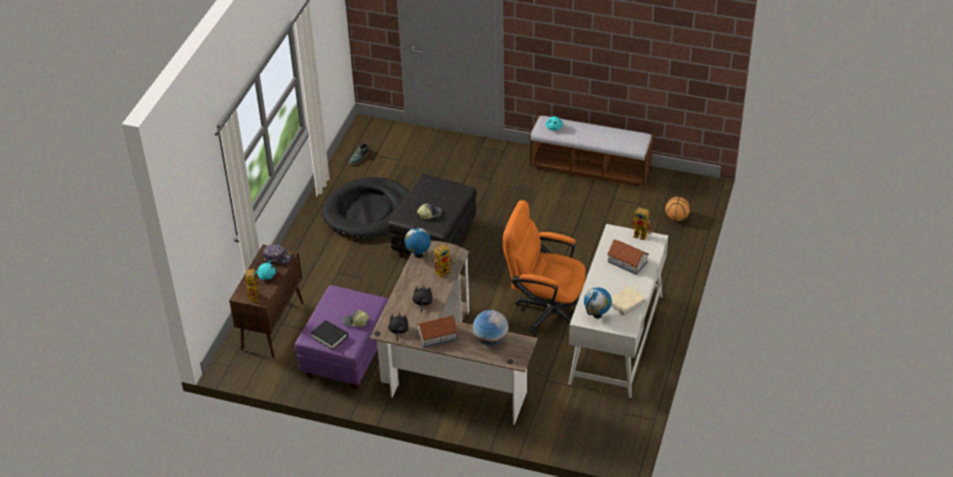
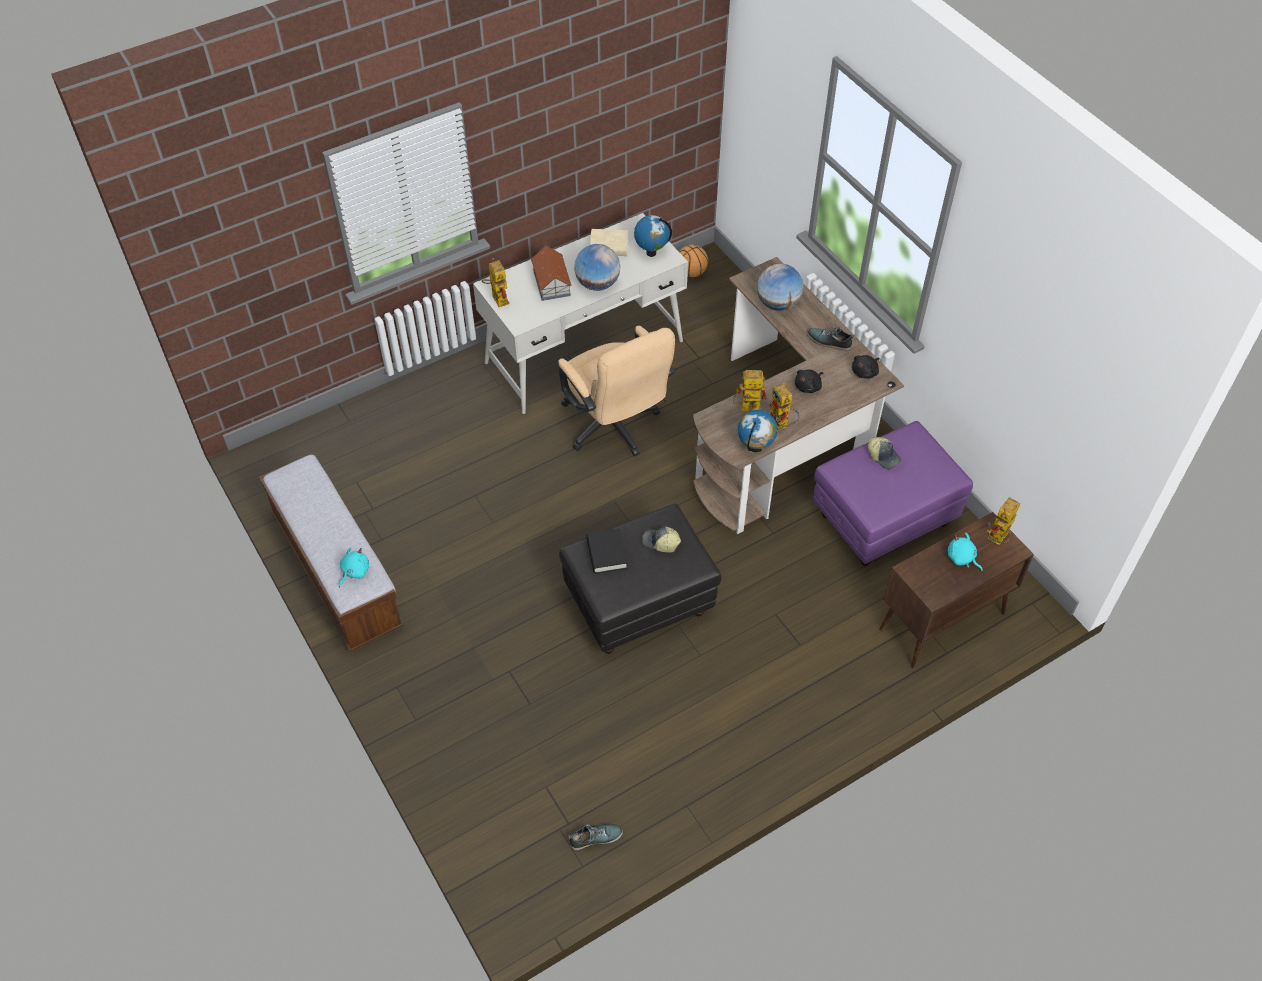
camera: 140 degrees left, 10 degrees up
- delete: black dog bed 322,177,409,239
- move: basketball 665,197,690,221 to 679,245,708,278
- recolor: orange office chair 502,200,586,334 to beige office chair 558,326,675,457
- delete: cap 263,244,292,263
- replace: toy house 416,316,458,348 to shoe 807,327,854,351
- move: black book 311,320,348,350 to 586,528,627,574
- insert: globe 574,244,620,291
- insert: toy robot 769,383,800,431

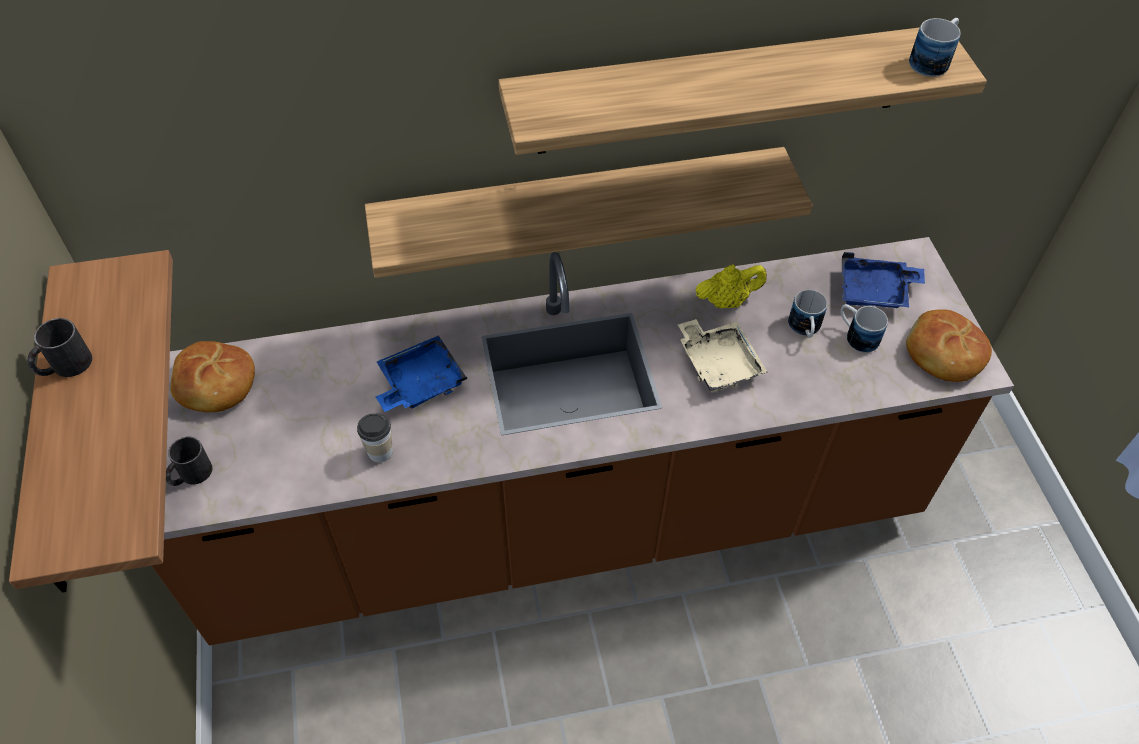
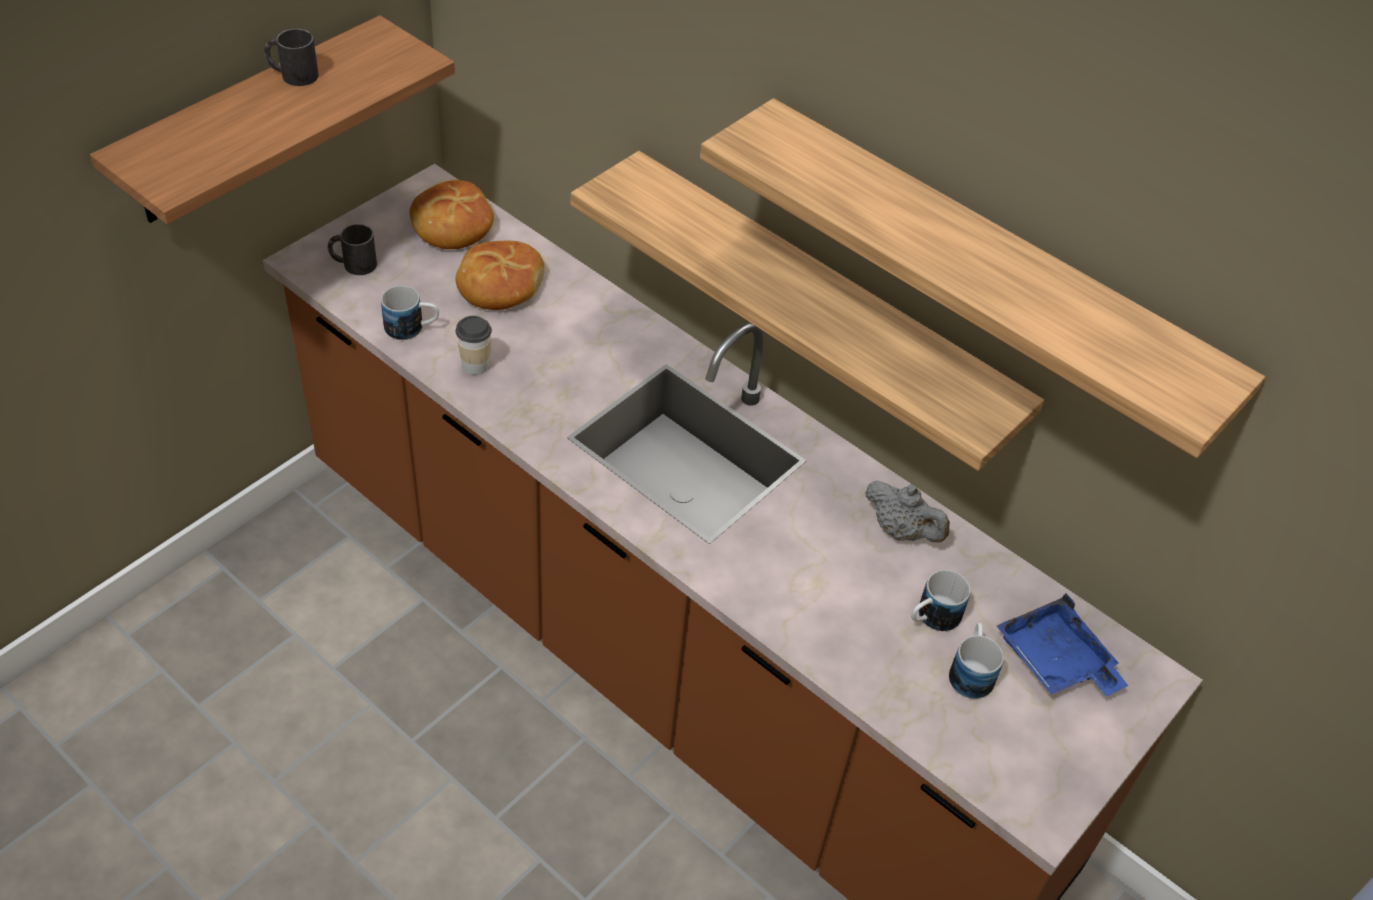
camera: 50 degrees right, 5 degrees down
- move: mug 909,18,961,77 to 381,286,439,340
- recolor: yellow teapot 695,264,767,308 to grey teapot 865,481,950,542
- move: bread 906,309,992,382 to 455,240,544,310
- delete: beige tray 678,319,768,393
- delete: blue tray 375,335,467,412

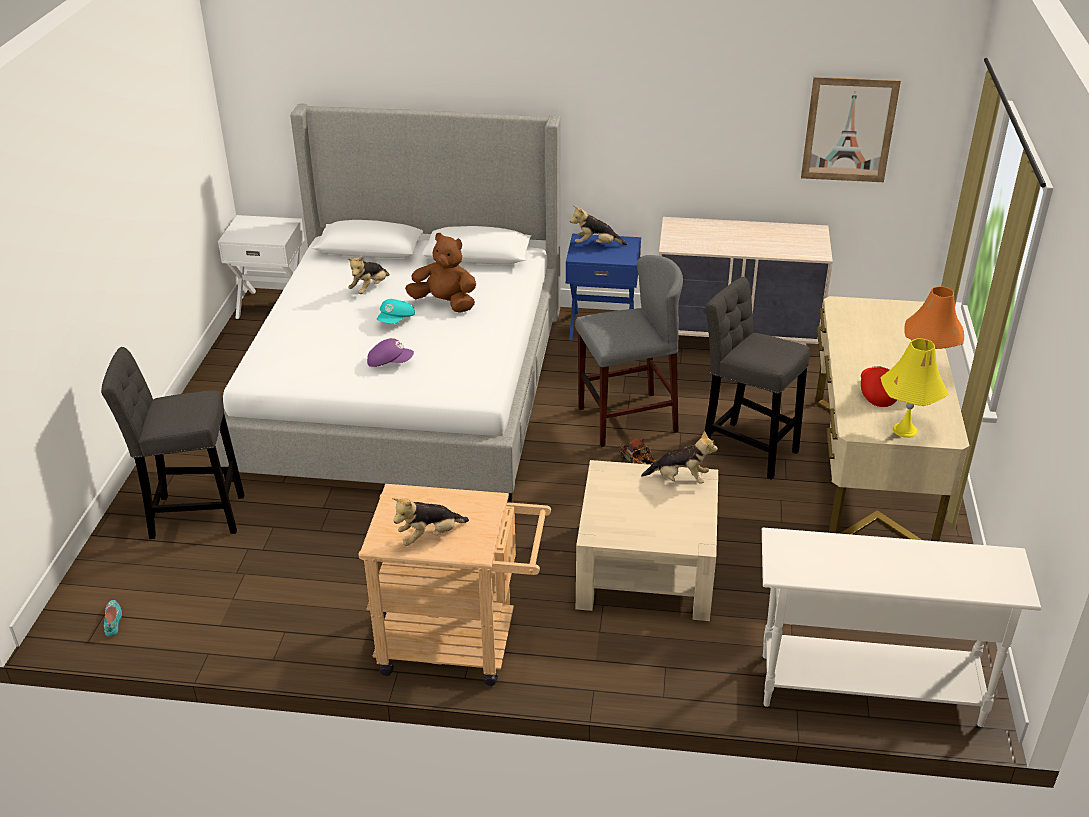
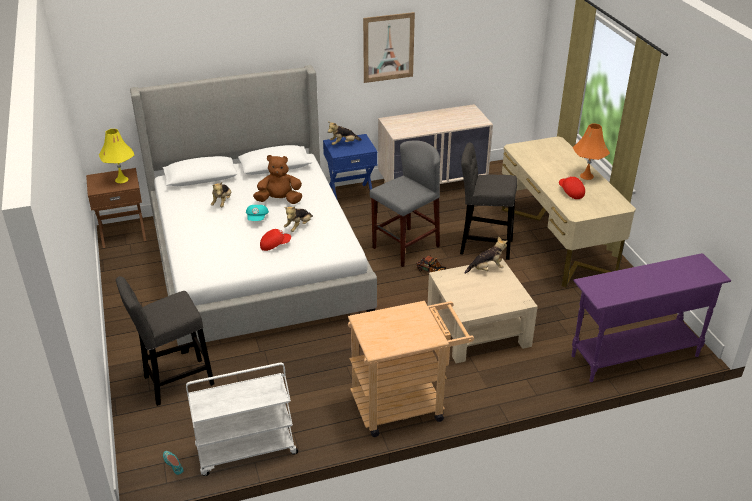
camera: 25 degrees left, 0 degrees up
- move: picture 801,77,901,182 to 363,12,415,83
- recolor: white nightstand 218,215,305,319 to brown nightstand 86,168,146,248
- recolor: purple cap 367,338,414,367 to red cap 260,229,291,251
- move: yellow table lamp 880,338,949,438 to 99,129,134,183
- move: plush toy 392,498,469,546 to 284,206,313,232
- recolor: white console table 762,528,1041,727 to purple console table 572,253,731,382
- insert: white cart 186,363,298,476

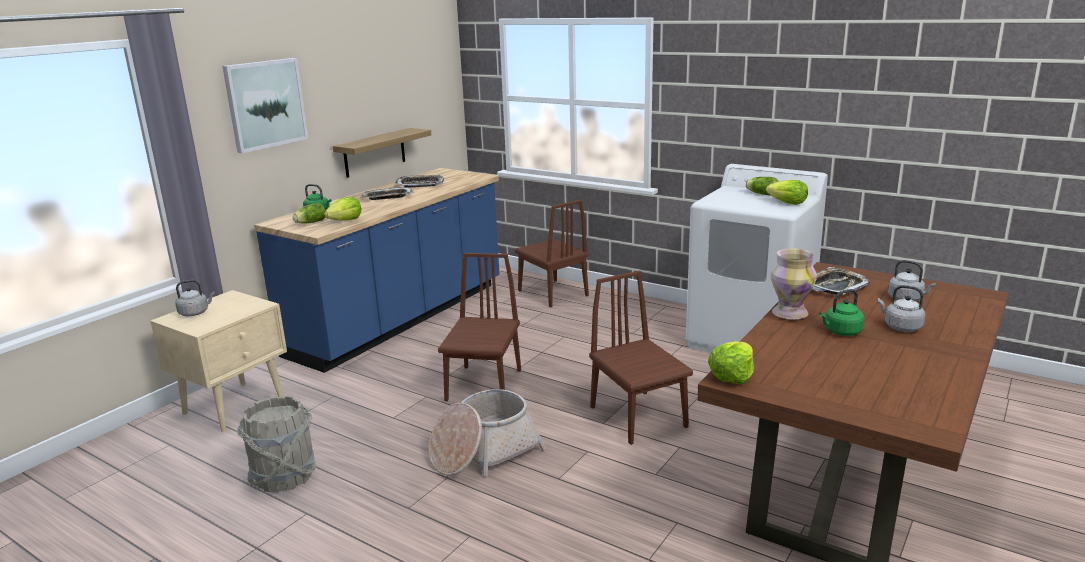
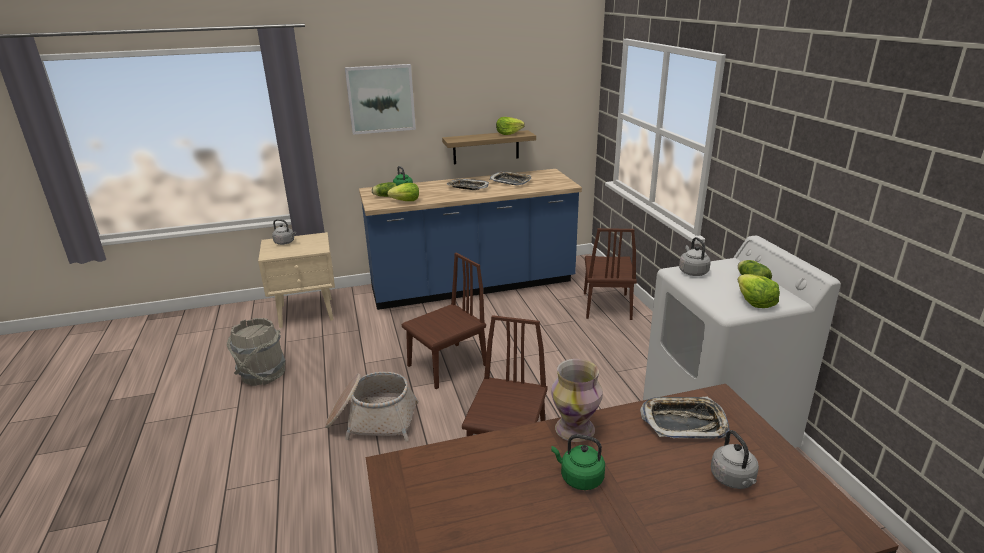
camera: 40 degrees right, 5 degrees up
- move: grey kettle 878,285,925,332 to 679,237,711,276
- move: lettuce 708,341,754,384 to 496,117,525,135

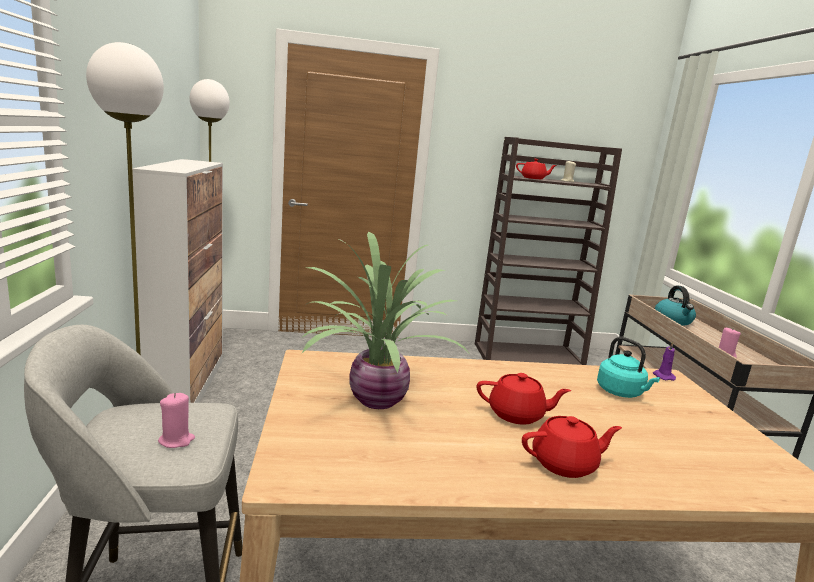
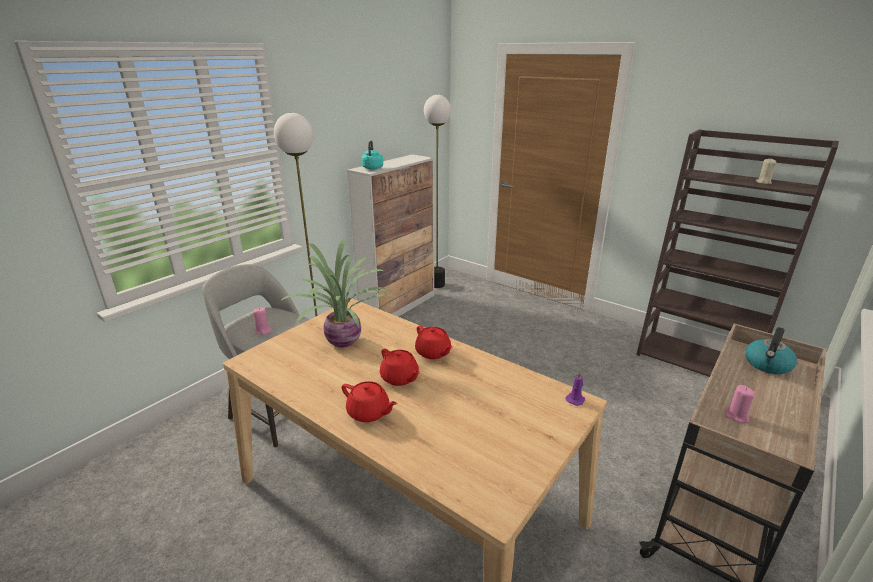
camera: 45 degrees right, 10 degrees up
- move: red teapot 516,159,557,179 to 415,326,453,359
- move: turquoise kettle 597,337,660,398 to 362,141,383,170

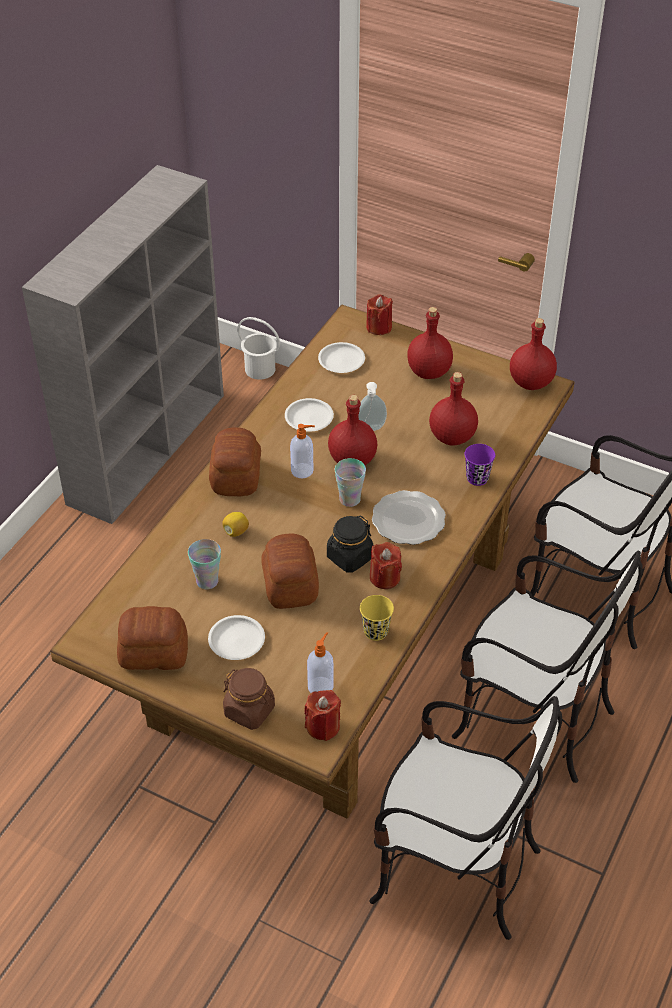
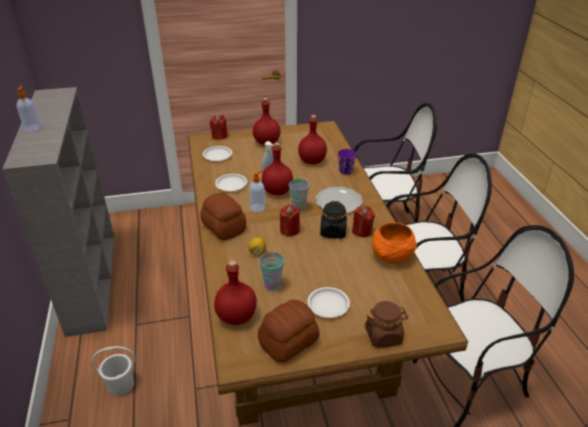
camera: 40 degrees left, 10 degrees down
- move: white bucket 237,317,280,380 to 91,346,135,396
- move: red bottle 510,318,557,390 to 214,260,257,325
- delete: bread 261,533,319,609
- replace: yellow cup 360,595,394,641 to orange bowl 372,222,417,264
- move: soap dispenser 307,632,333,693 to 16,85,40,132
- move: red candle 304,690,341,741 to 280,205,300,236

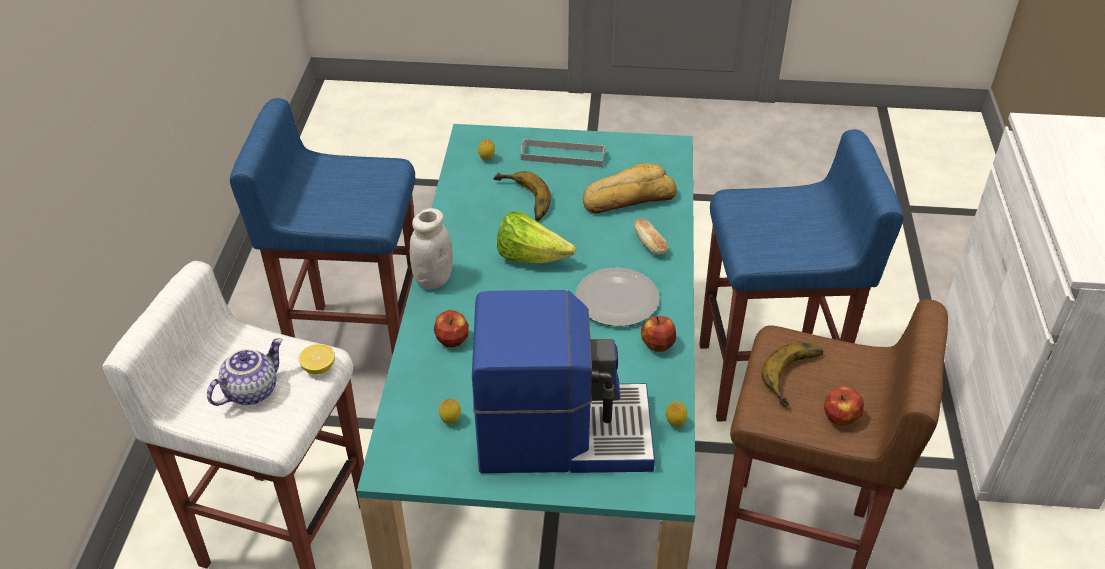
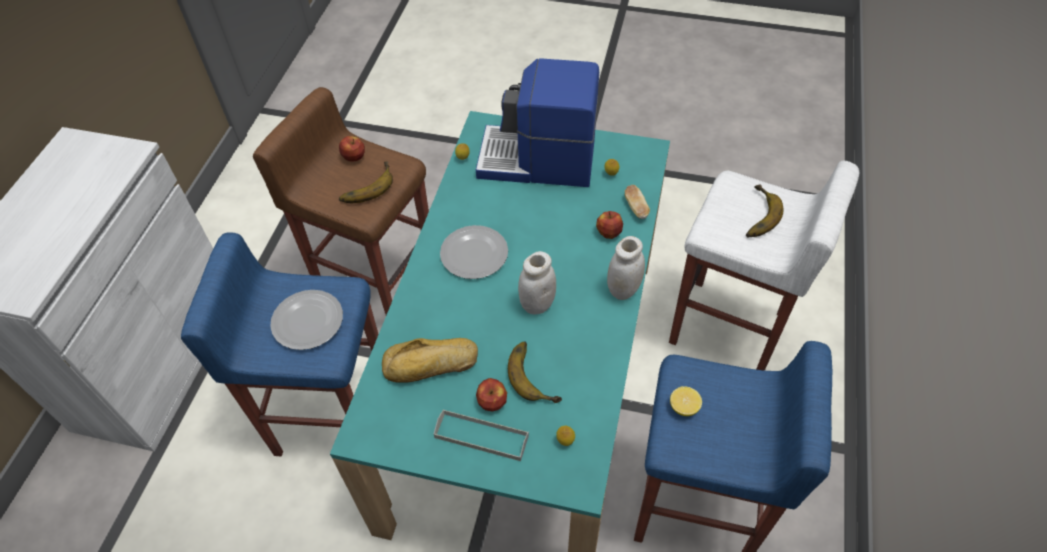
camera: 170 degrees left, 10 degrees up
- replace: lettuce 497,211,576,263 to white jar 518,251,556,315
- move: bread 634,218,668,255 to 625,185,650,219
- move: apple 641,316,676,352 to 476,378,507,412
- replace: teapot 207,338,283,406 to banana 746,185,784,237
- move: lemon 298,344,335,374 to 670,386,702,416
- insert: plate 270,290,343,350

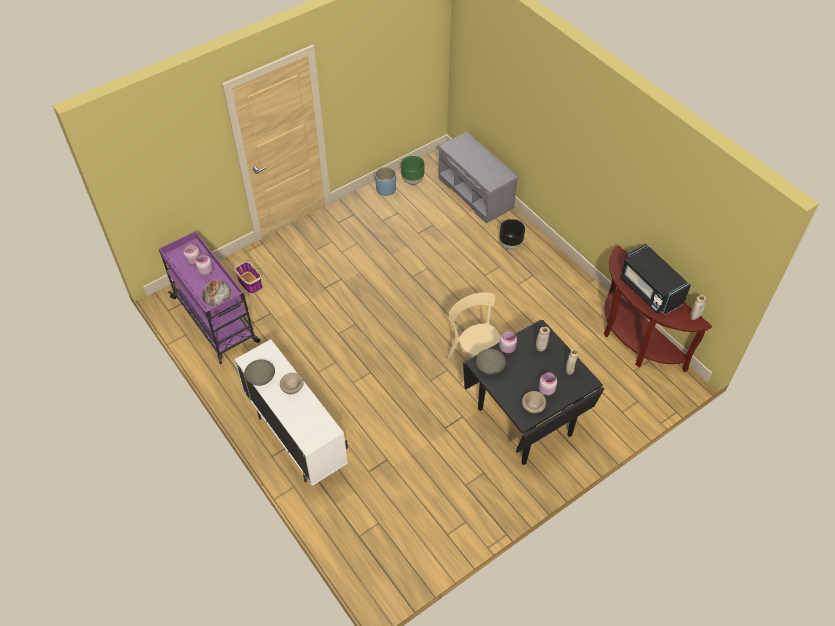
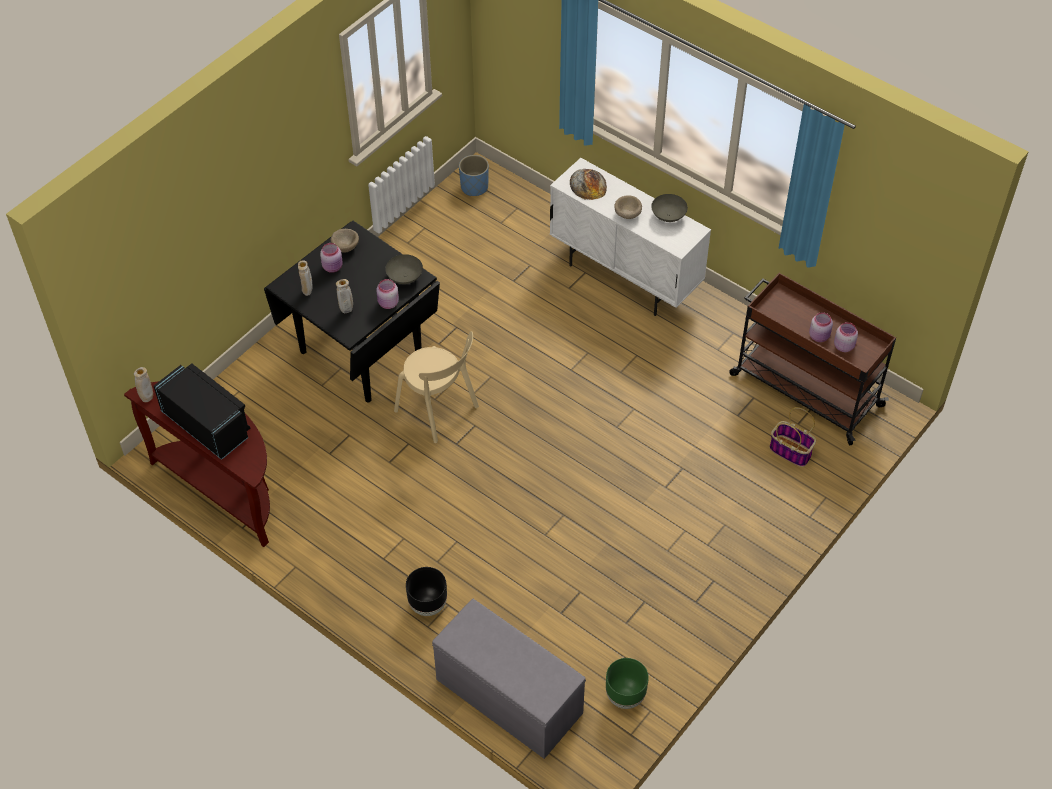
camera: 165 degrees right, 0 degrees up
- move: blue planter 375,167,396,196 to 459,155,489,196
- recolor: purple cart 159,231,261,364 to brown cart 729,273,896,445
- move: bread 202,280,231,307 to 570,169,607,200

